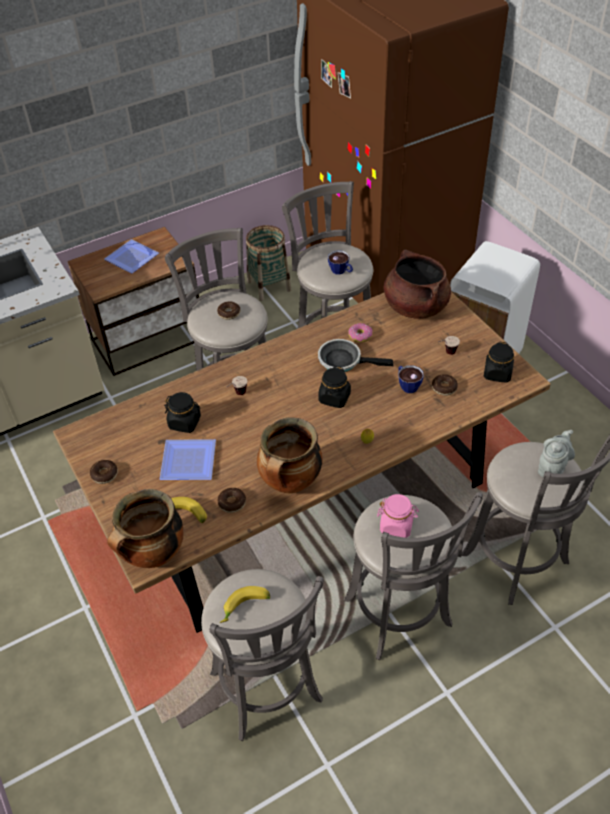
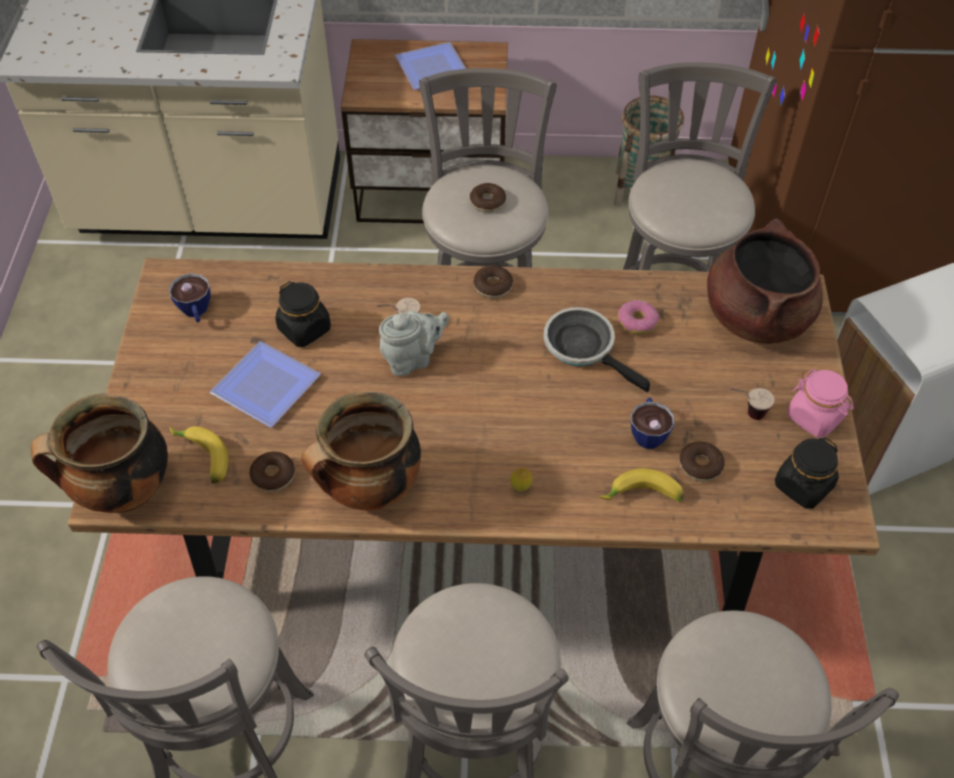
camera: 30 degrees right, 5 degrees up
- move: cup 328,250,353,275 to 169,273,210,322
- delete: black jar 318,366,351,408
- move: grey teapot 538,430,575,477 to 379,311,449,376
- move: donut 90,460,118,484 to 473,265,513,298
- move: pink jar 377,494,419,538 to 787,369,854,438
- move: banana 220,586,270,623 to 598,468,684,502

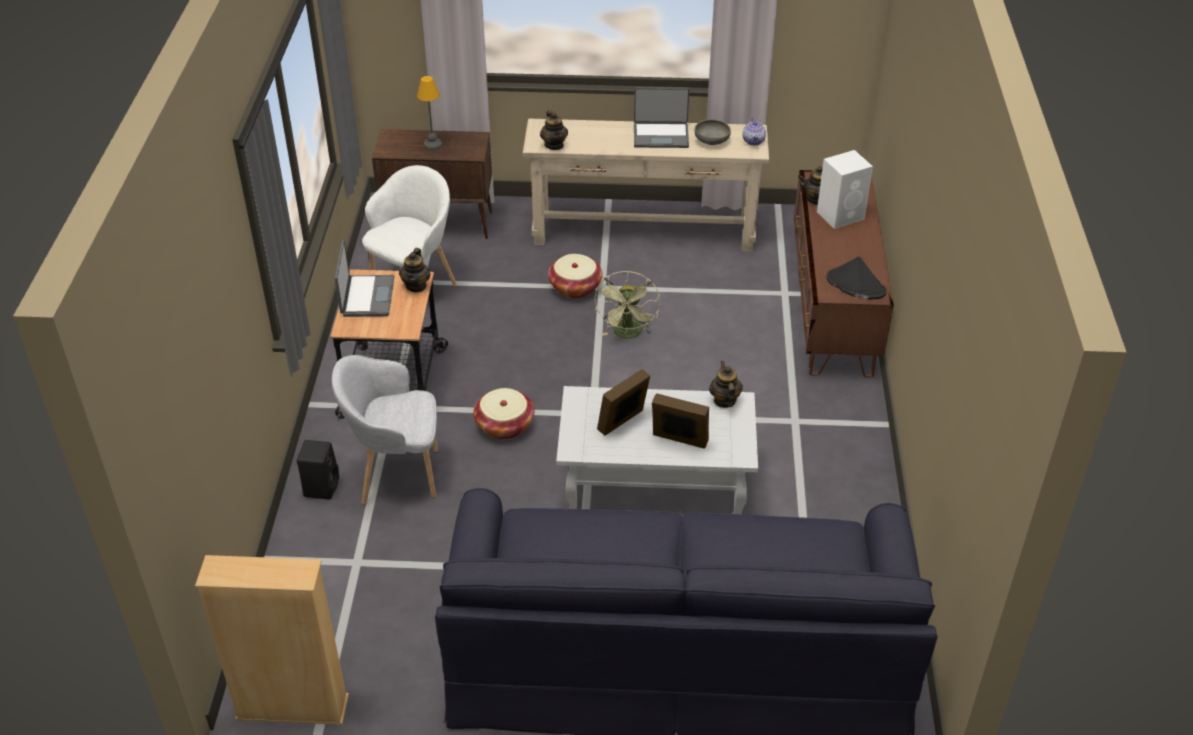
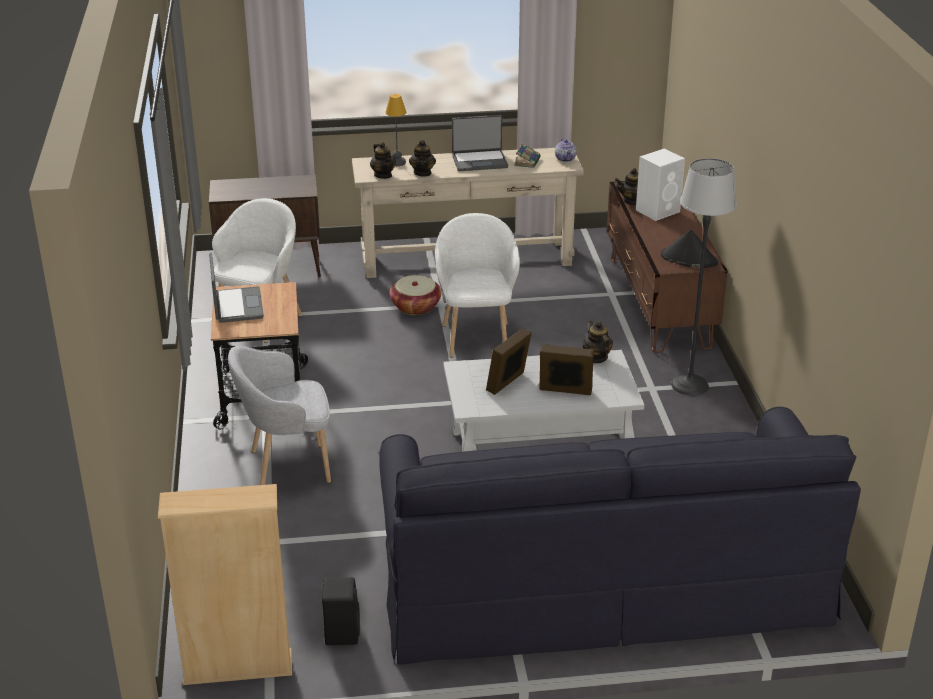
camera: 10 degrees left, 10 degrees down
- move: table lamp 417,76,442,150 to 385,94,406,166
- replace: grey bowl 694,119,731,145 to book 514,143,541,168
- move: teapot 399,248,430,292 to 409,140,436,177
- replace: green fan 595,271,660,339 to white armchair 435,213,520,358
- delete: basket 473,388,534,439
- move: black speaker 297,440,339,499 to 322,577,360,645
- insert: floor lamp 671,158,737,396

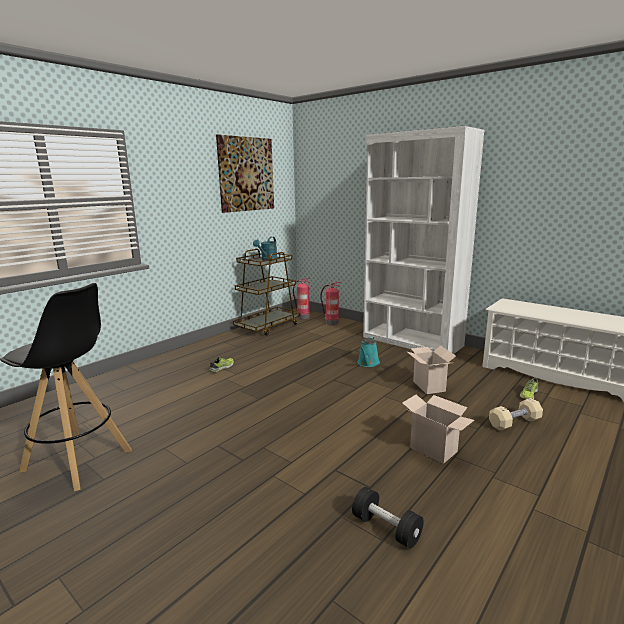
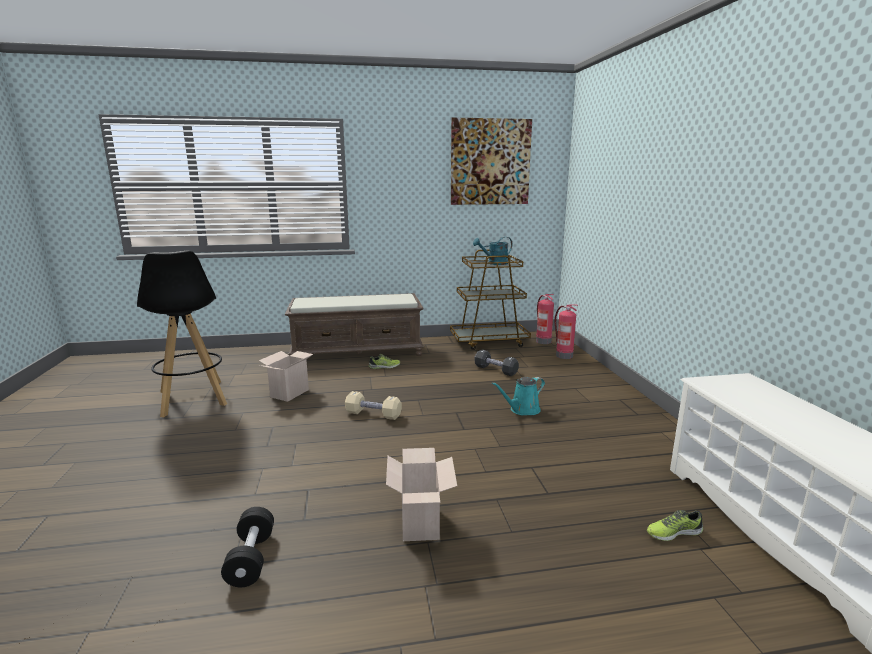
camera: 40 degrees right, 0 degrees up
- delete: white bookcase 363,126,484,354
- move: cardboard box 407,346,456,394 to 259,351,313,402
- move: beige dumbbell 489,398,543,431 to 345,391,402,420
- insert: brown bench 285,293,424,356
- insert: black dumbbell 475,350,519,376

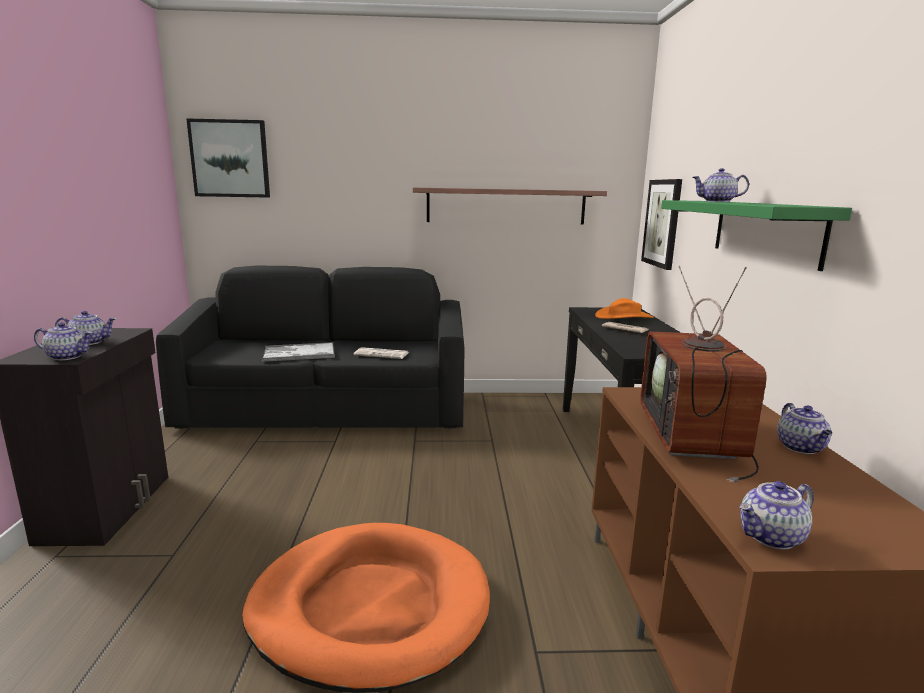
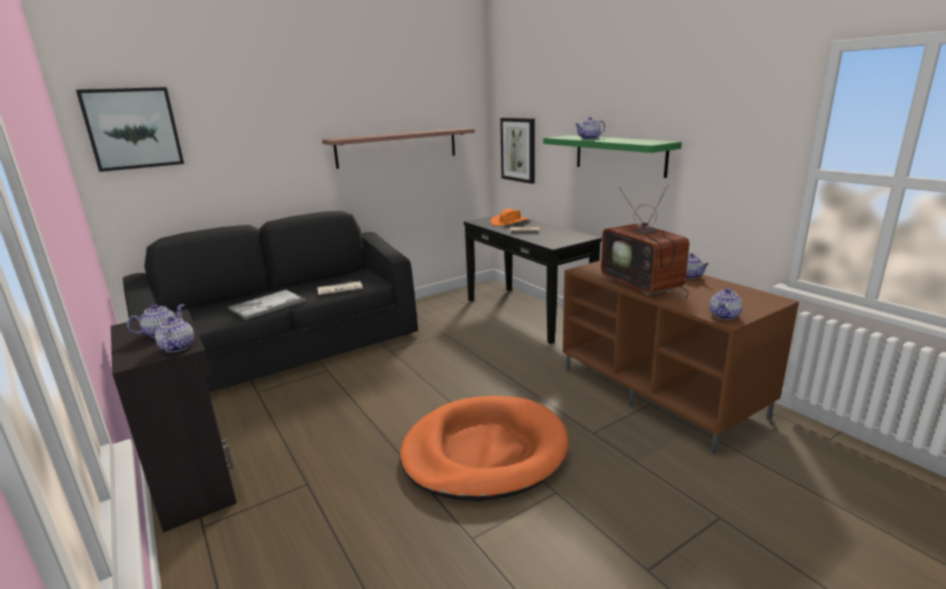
camera: 30 degrees left, 5 degrees up
- rotate: teapot 34,322,93,360 = 155,315,194,352 75 degrees counterclockwise

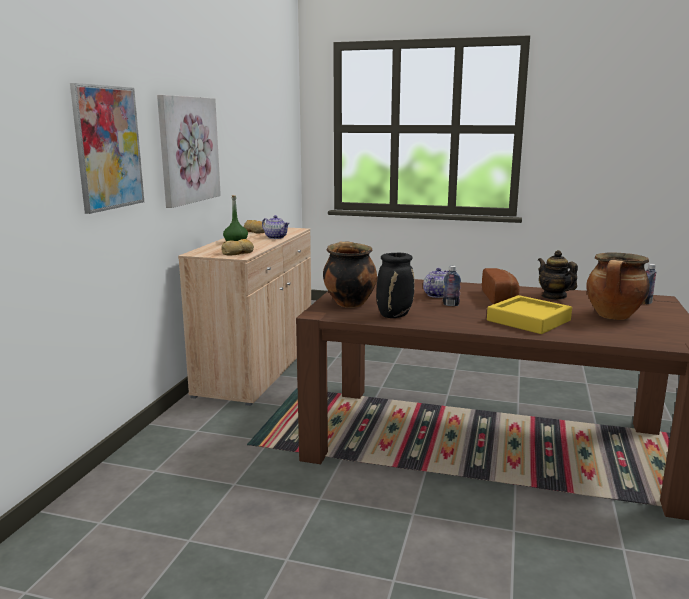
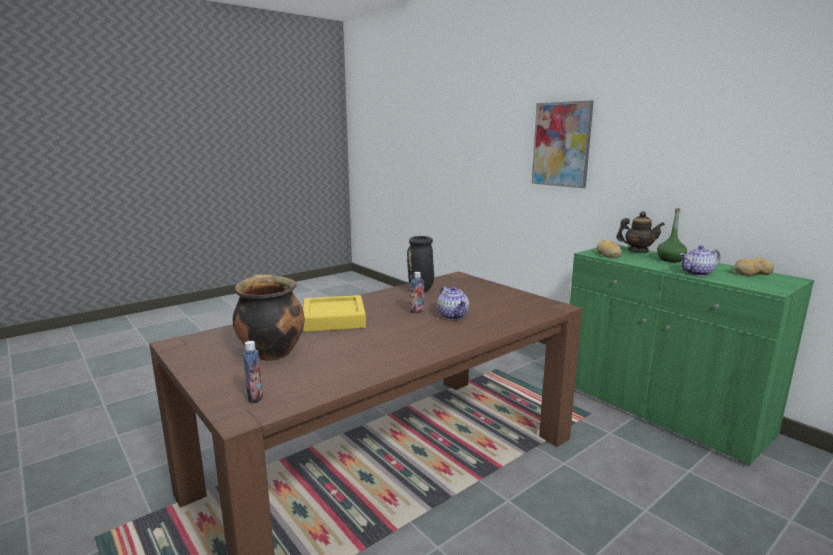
camera: 125 degrees right, 0 degrees up
- delete: picture 157,95,221,208
- recolor: beige cabinet 178,228,311,406 to green cabinet 570,245,814,466
- delete: cooking pot 323,241,377,308
- move: teapot 538,250,578,300 to 616,211,665,253
- delete: bread 482,268,520,304

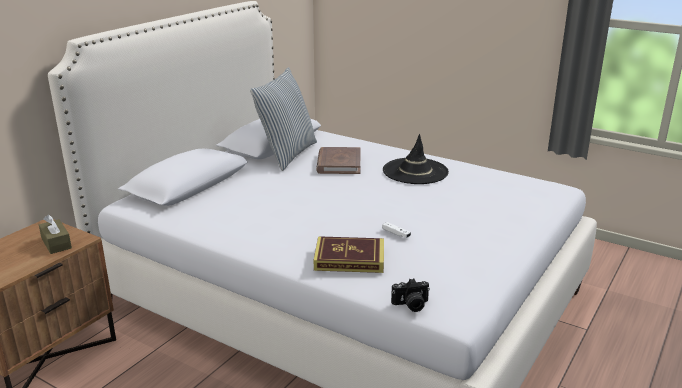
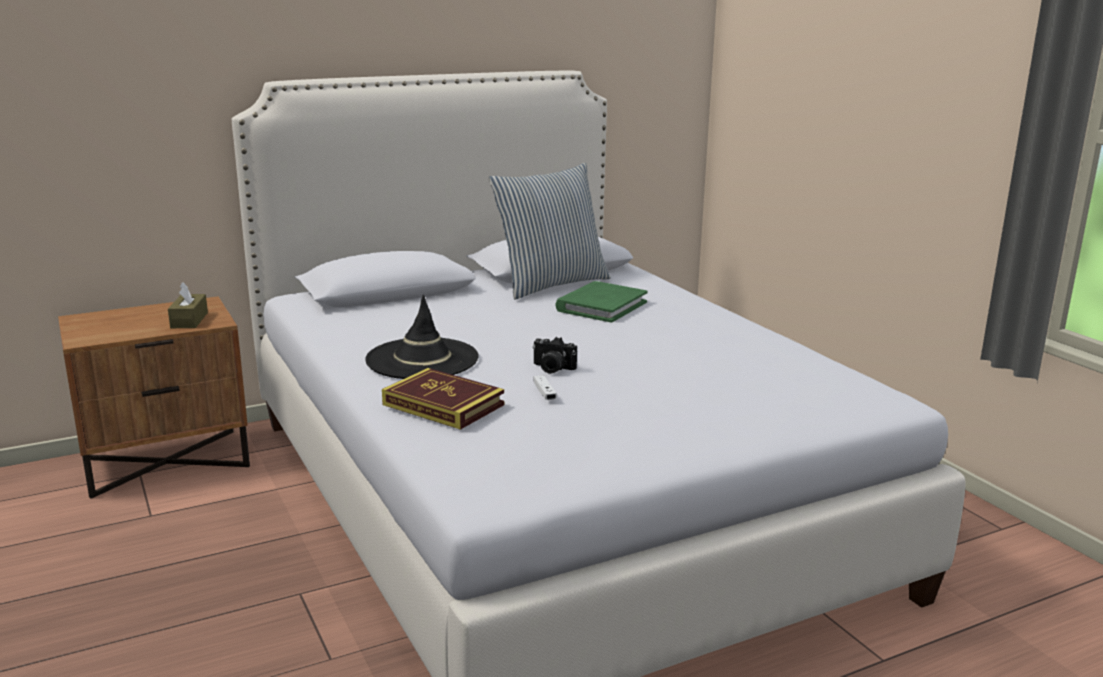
camera: 30 degrees right, 5 degrees down
- move: black hat 383,134,449,184 to 365,295,479,379
- recolor: brown book 316,147,361,174 to green book 556,281,648,323
- move: photo camera 391,278,430,312 to 532,337,577,374

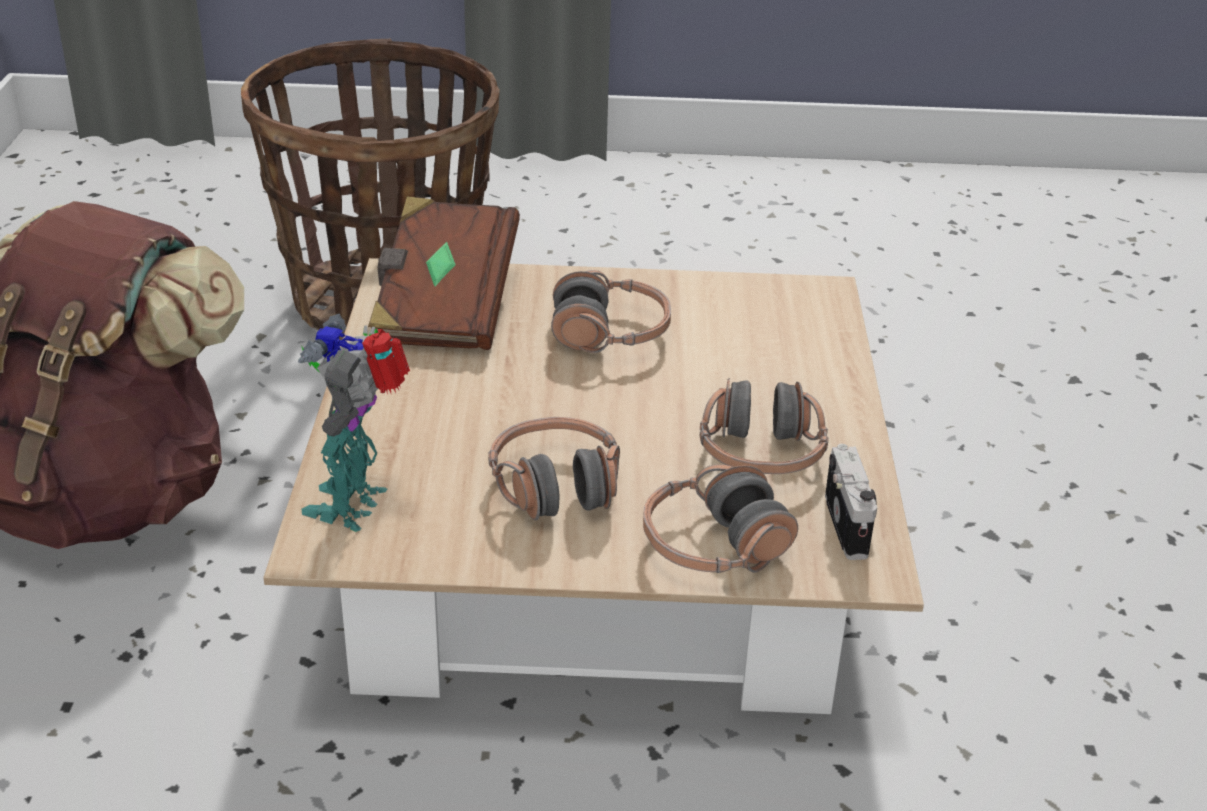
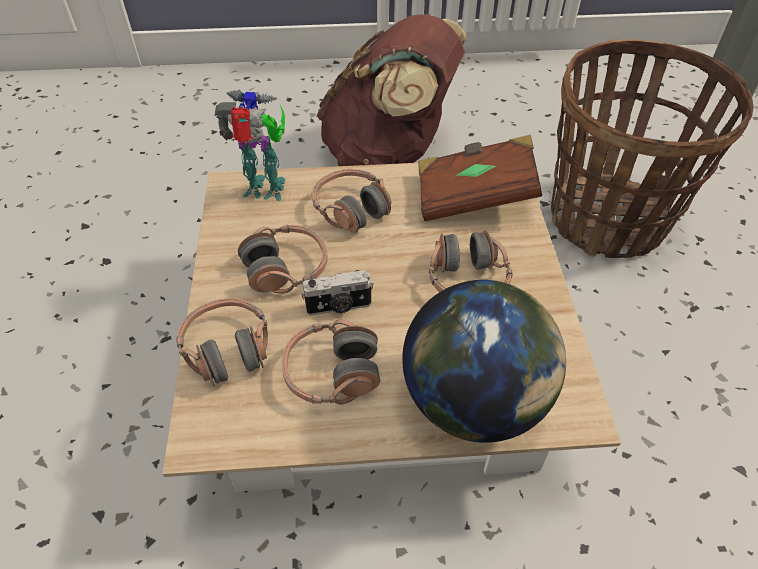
camera: 85 degrees right, 15 degrees up
- move: photo camera 825,444,877,560 to 301,270,374,316
- insert: headphones 312,169,391,233
- insert: globe 402,280,566,443

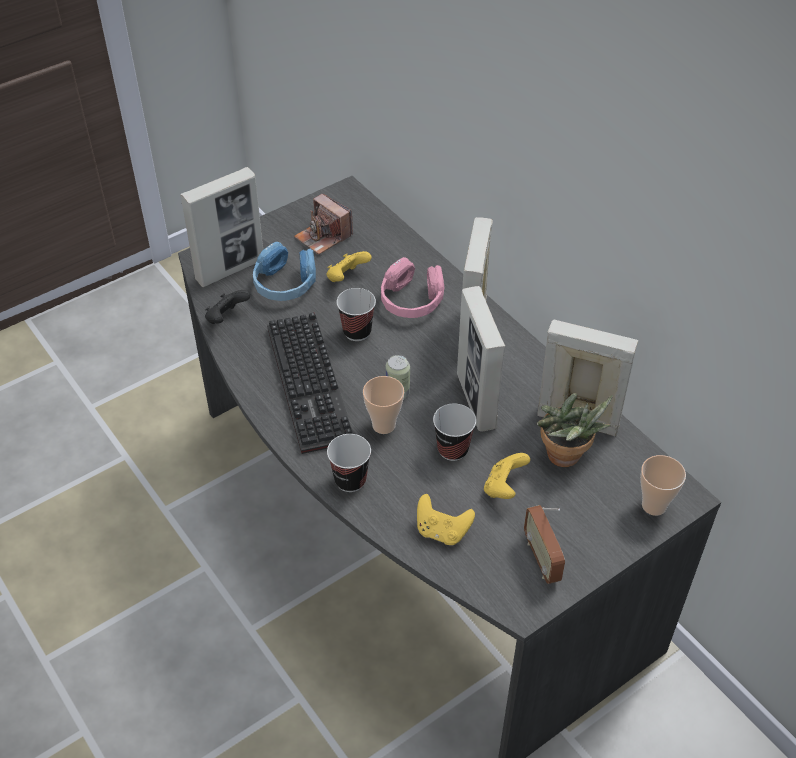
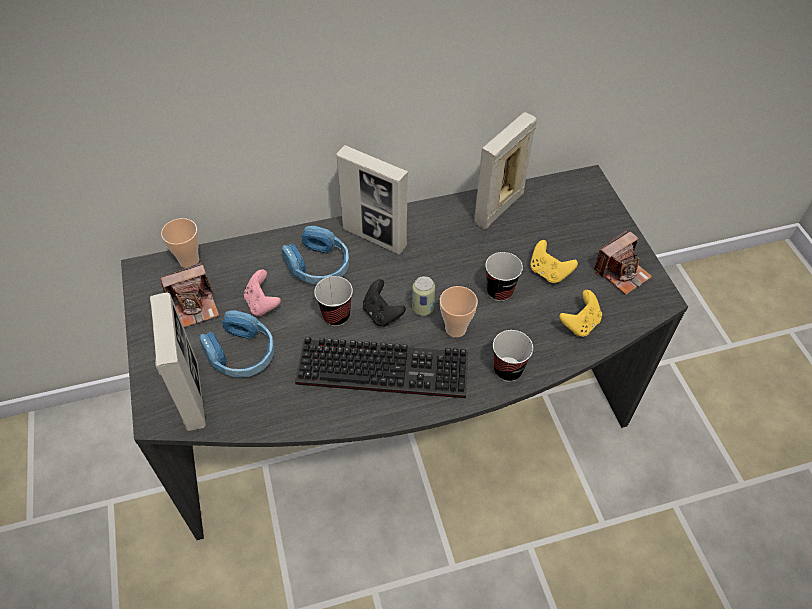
camera: 70 degrees left, 5 degrees up
- recolor: yellow game controller 327,251,372,282 to pink game controller 244,269,281,317
- recolor: pink headphones 381,257,444,318 to blue headphones 282,226,349,284
- delete: picture frame 457,286,505,432
- move: black game controller 205,290,250,324 to 363,279,406,327
- delete: potted plant 537,393,613,467
- move: cup 640,455,686,516 to 161,218,199,268
- replace: radio 524,505,565,584 to photo camera 594,230,652,295

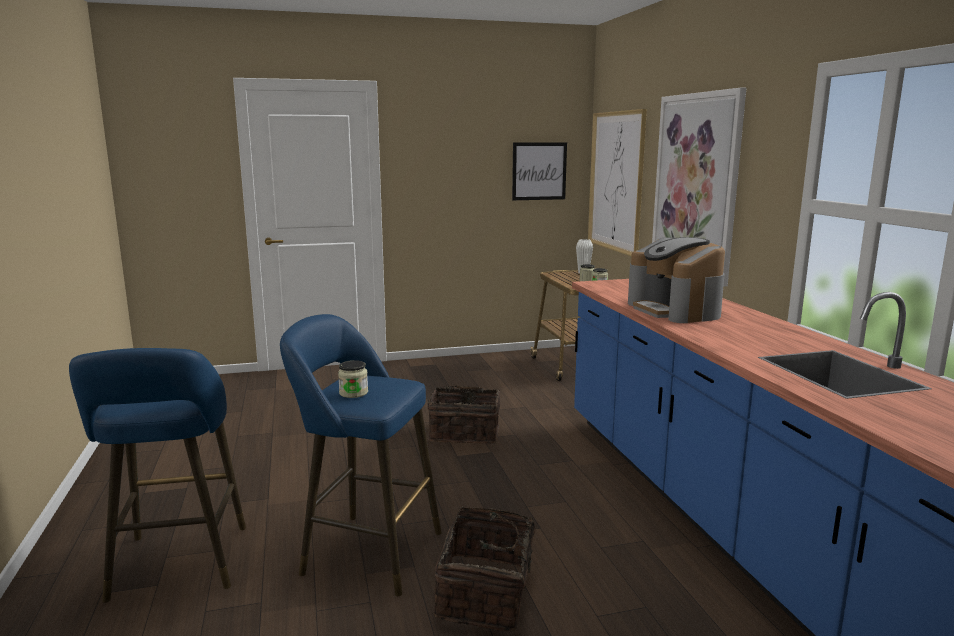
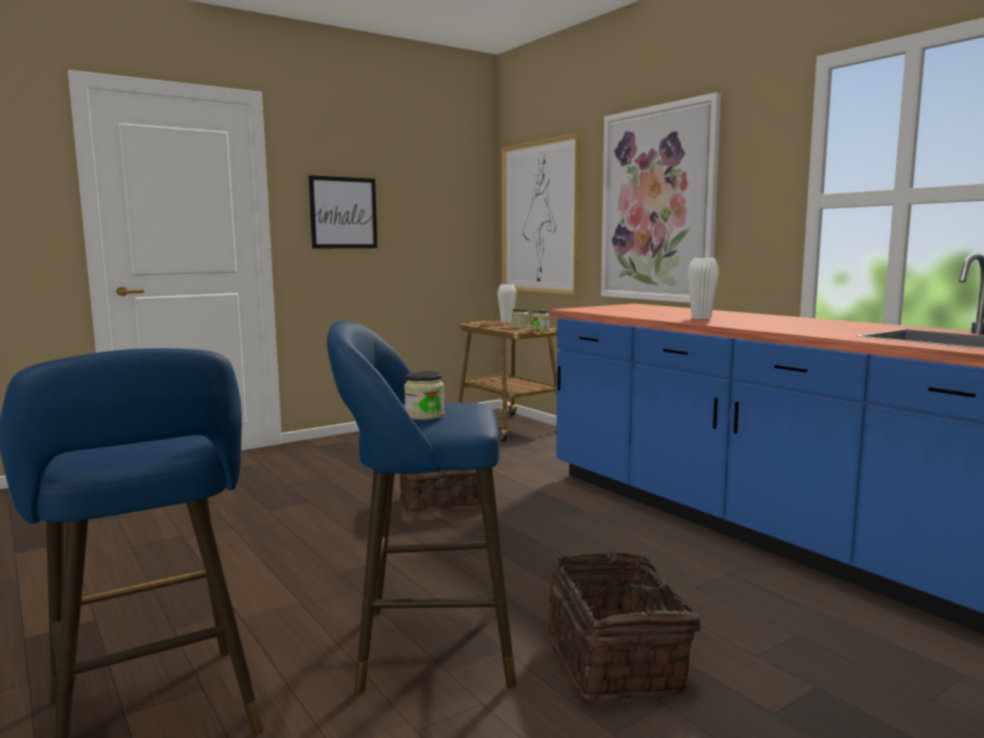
camera: 20 degrees left, 5 degrees down
- move: picture 512,142,567,200 to 309,175,377,249
- replace: coffee machine 628,237,725,323 to white vase 688,258,719,319

